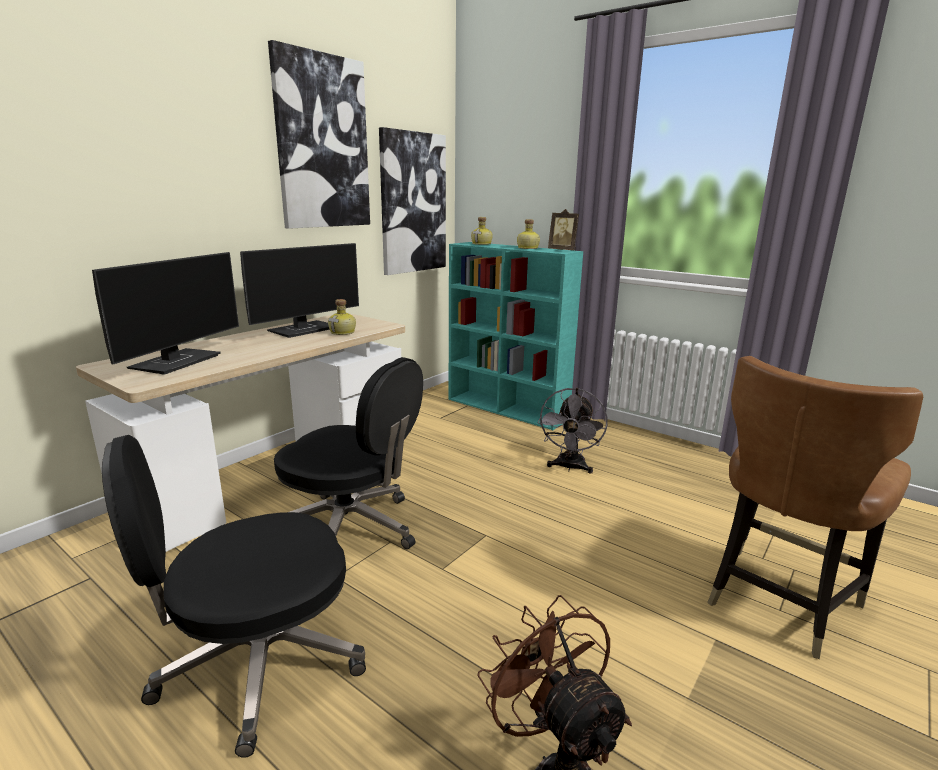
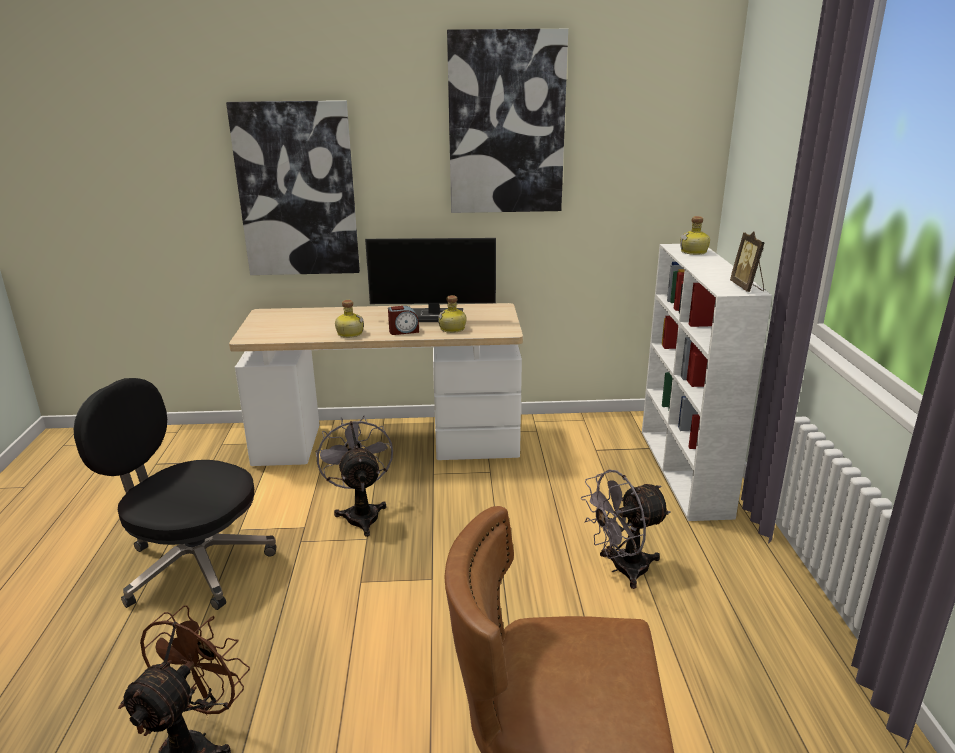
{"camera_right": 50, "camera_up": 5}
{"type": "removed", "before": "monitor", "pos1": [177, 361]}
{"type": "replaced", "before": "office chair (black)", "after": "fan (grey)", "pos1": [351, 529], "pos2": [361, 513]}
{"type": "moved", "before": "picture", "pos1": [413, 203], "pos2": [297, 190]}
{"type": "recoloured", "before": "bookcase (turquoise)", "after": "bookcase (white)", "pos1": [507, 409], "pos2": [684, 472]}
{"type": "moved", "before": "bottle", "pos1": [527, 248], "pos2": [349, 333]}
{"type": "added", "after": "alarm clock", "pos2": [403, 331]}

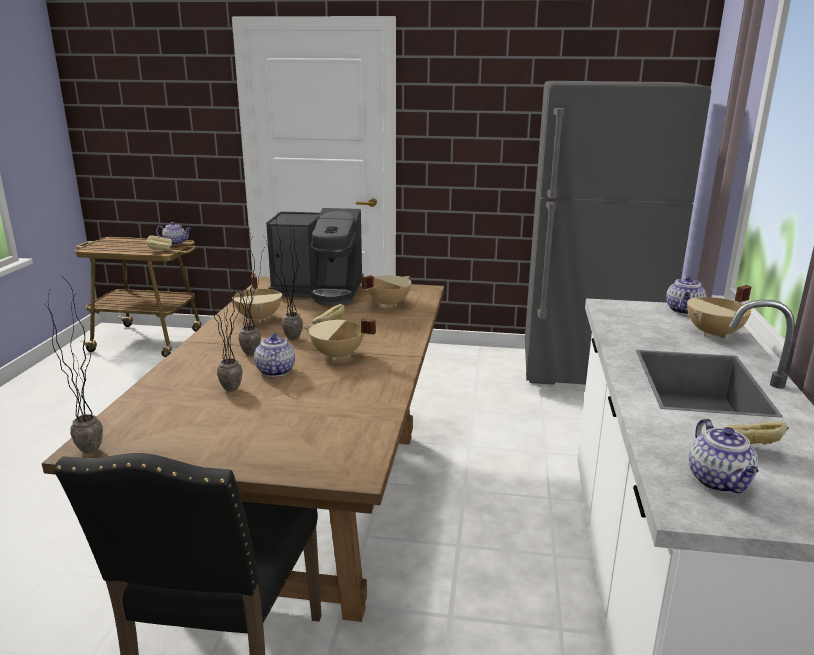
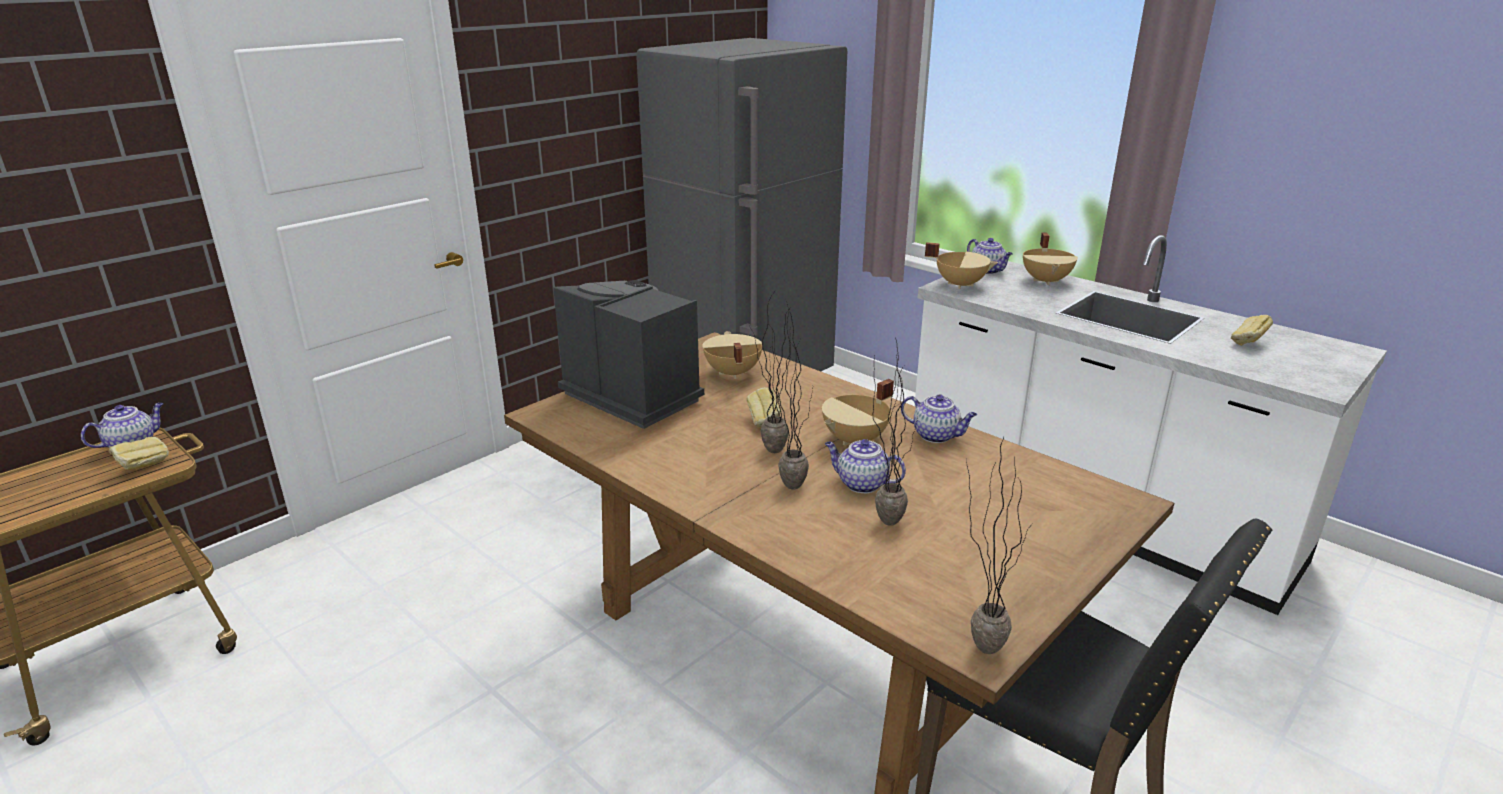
{"camera_right": -55, "camera_up": 5}
{"type": "moved", "before": "cooking pot (beige)", "pos1": [260, 318], "pos2": [960, 284]}
{"type": "turned", "before": "coffee machine", "pos1": [319, 291], "pos2": [632, 395], "turn": -90}
{"type": "moved", "before": "teapot", "pos1": [720, 482], "pos2": [936, 435]}

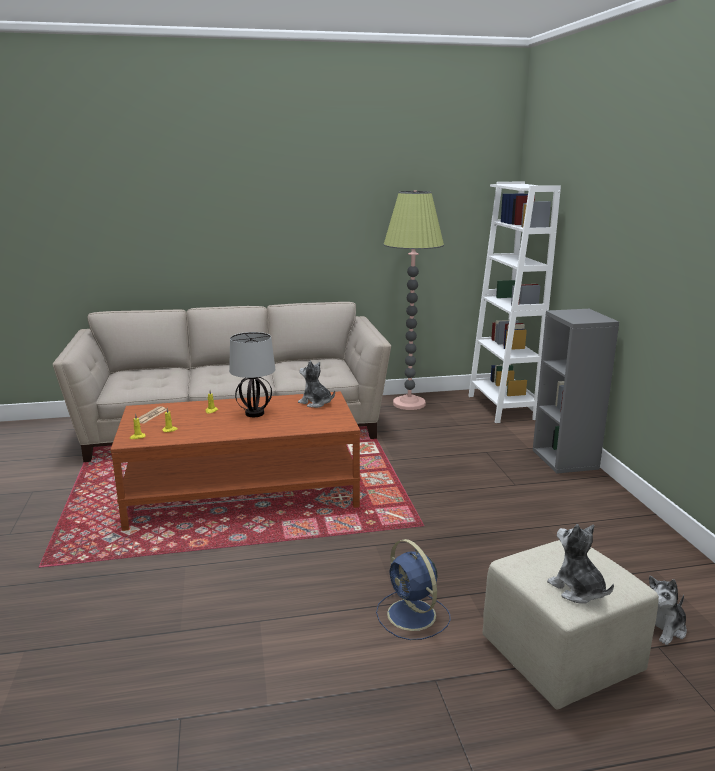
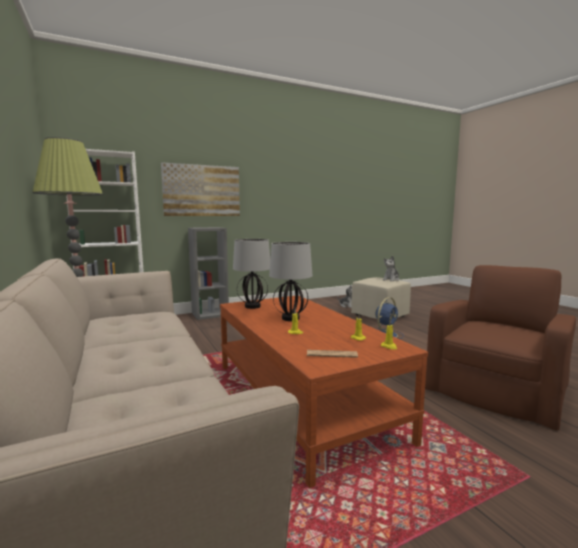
{"camera_right": -105, "camera_up": -10}
{"type": "replaced", "before": "plush toy", "after": "table lamp", "pos1": [316, 403], "pos2": [253, 306]}
{"type": "added", "after": "picture", "pos2": [202, 190]}
{"type": "added", "after": "armchair (brown)", "pos2": [496, 385]}

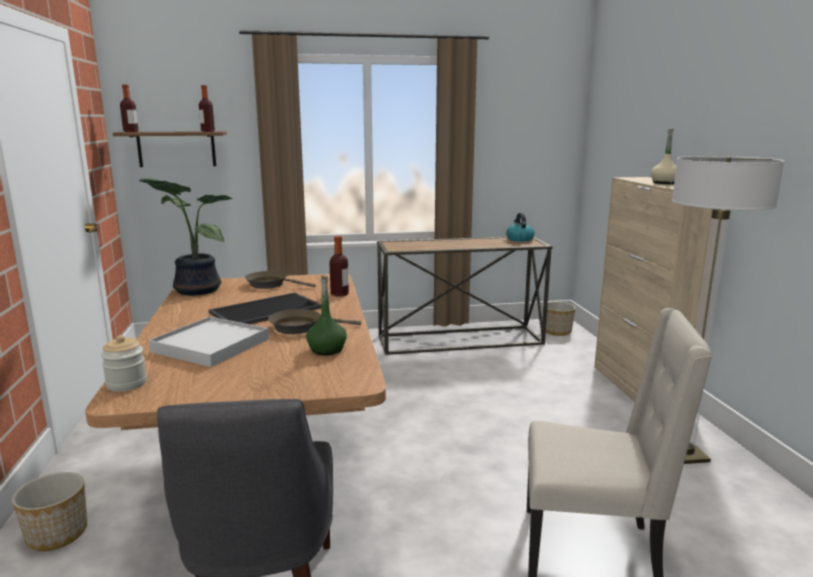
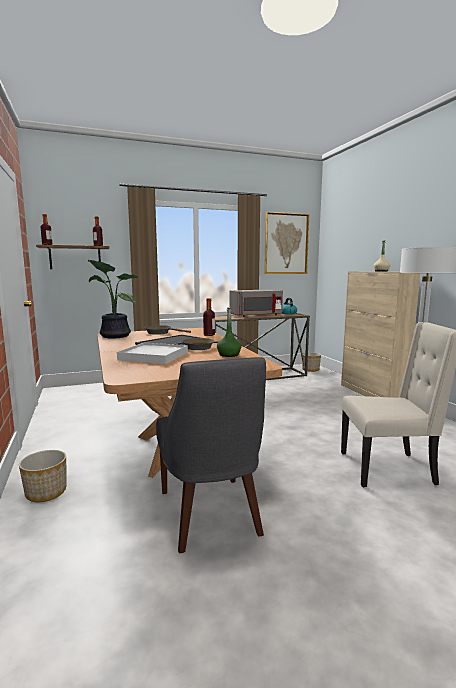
{"camera_right": -10, "camera_up": -5}
{"type": "removed", "before": "jar", "pos1": [126, 384]}
{"type": "added", "after": "microwave (grey)", "pos2": [257, 315]}
{"type": "added", "after": "picture", "pos2": [286, 244]}

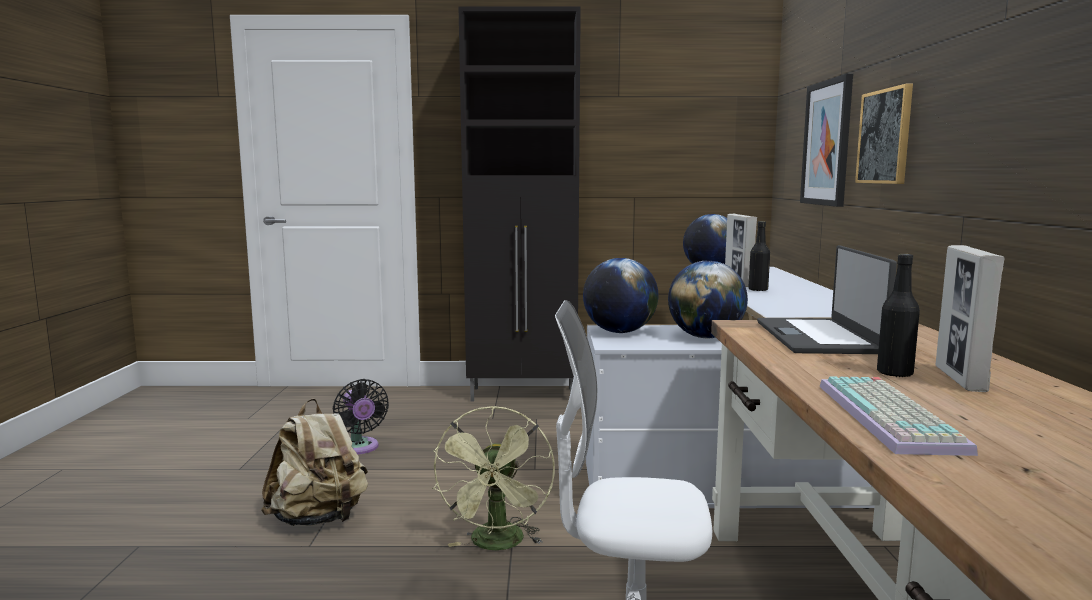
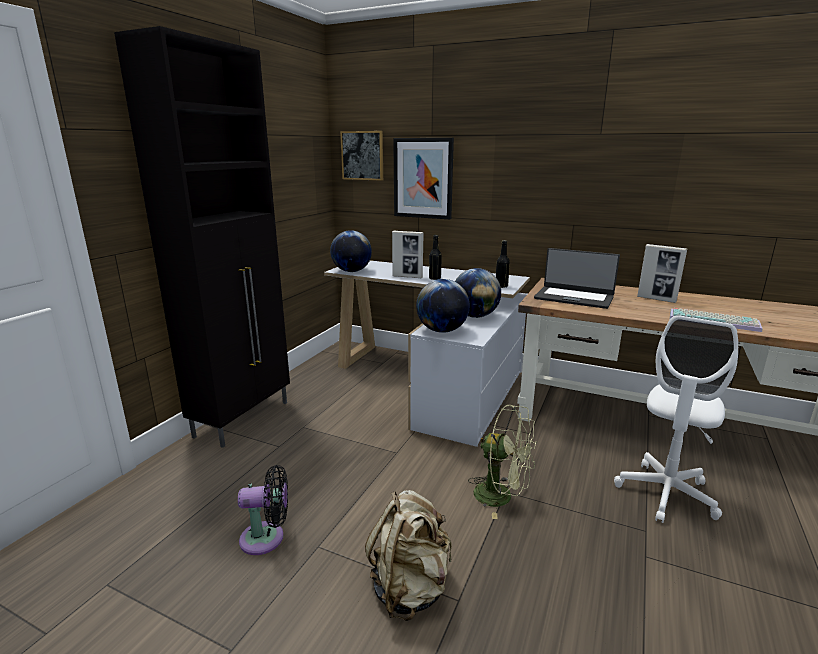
{"camera_right": -65, "camera_up": 10}
{"type": "moved", "before": "picture", "pos1": [885, 136], "pos2": [362, 155]}
{"type": "moved", "before": "bottle (black)", "pos1": [894, 373], "pos2": [501, 286]}

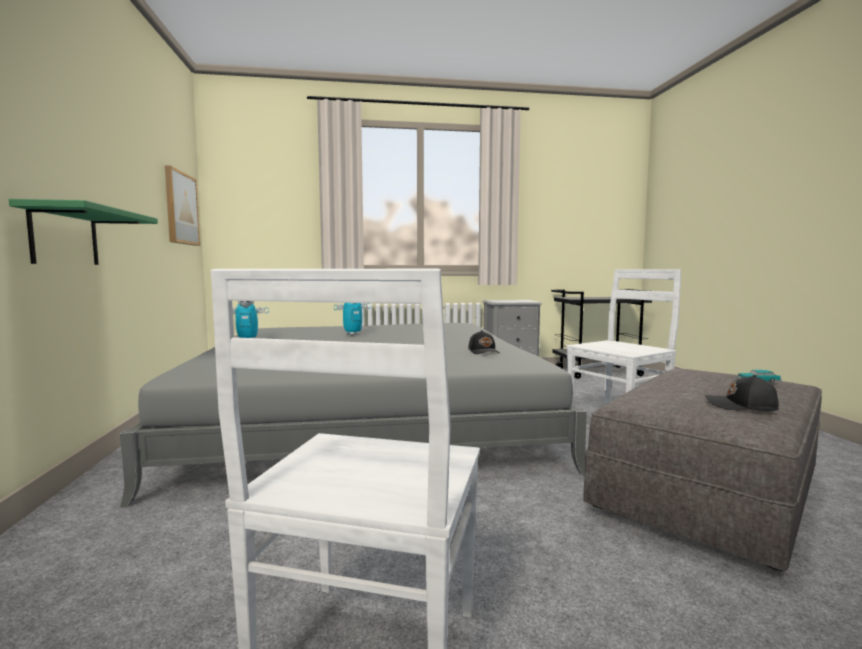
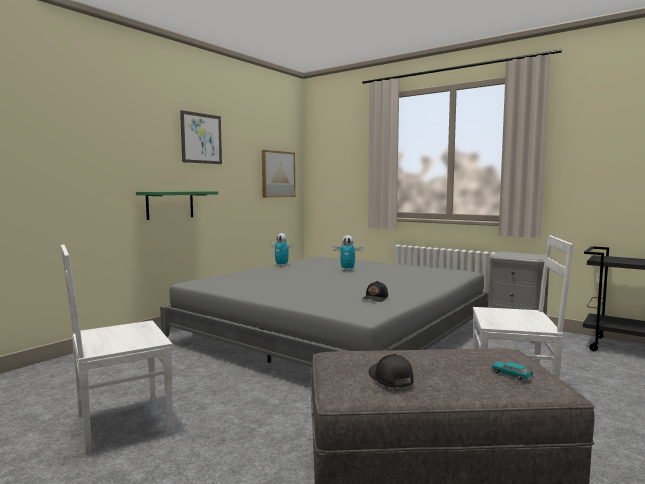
{"camera_right": 45, "camera_up": 0}
{"type": "added", "after": "picture", "pos2": [201, 138]}

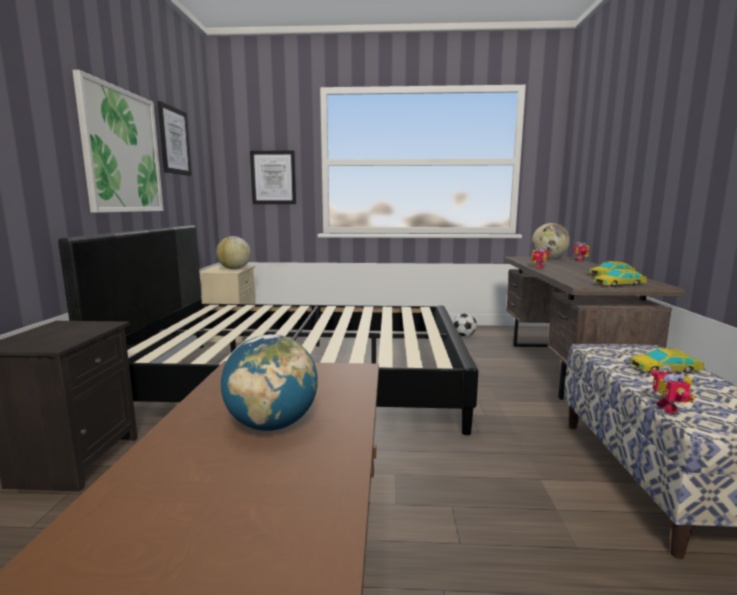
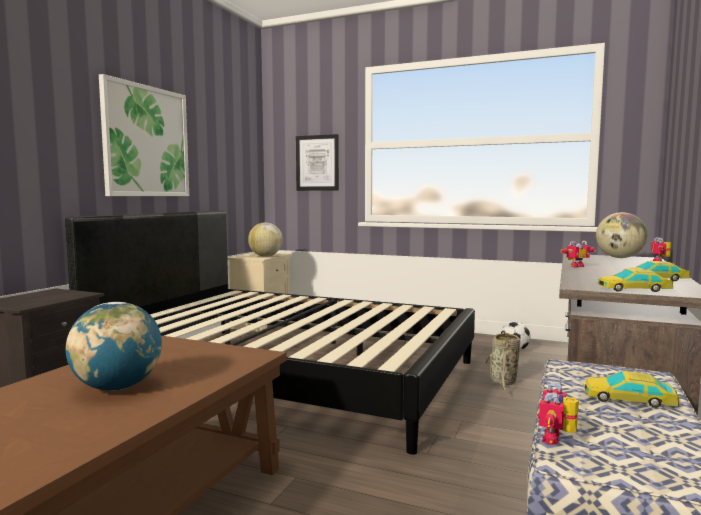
{"camera_right": 20, "camera_up": -5}
{"type": "removed", "before": "picture", "pos1": [174, 141]}
{"type": "added", "after": "basket", "pos2": [503, 383]}

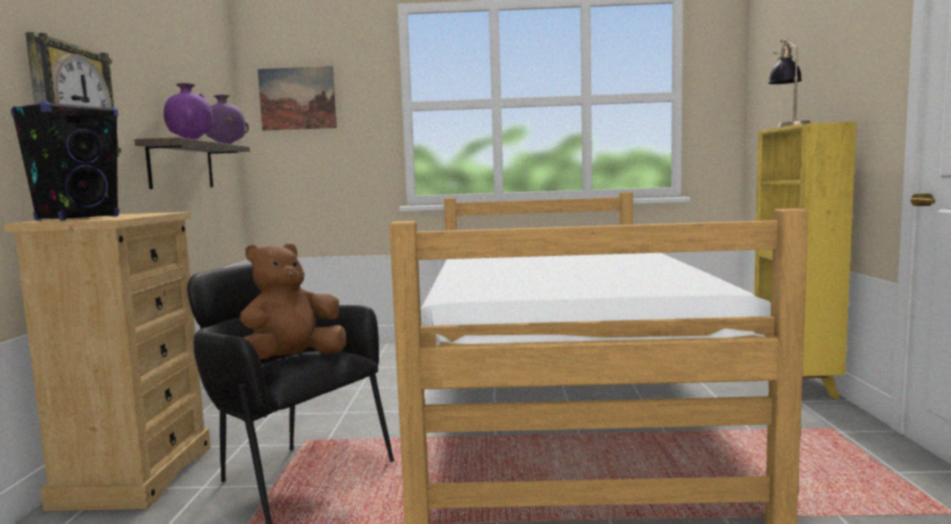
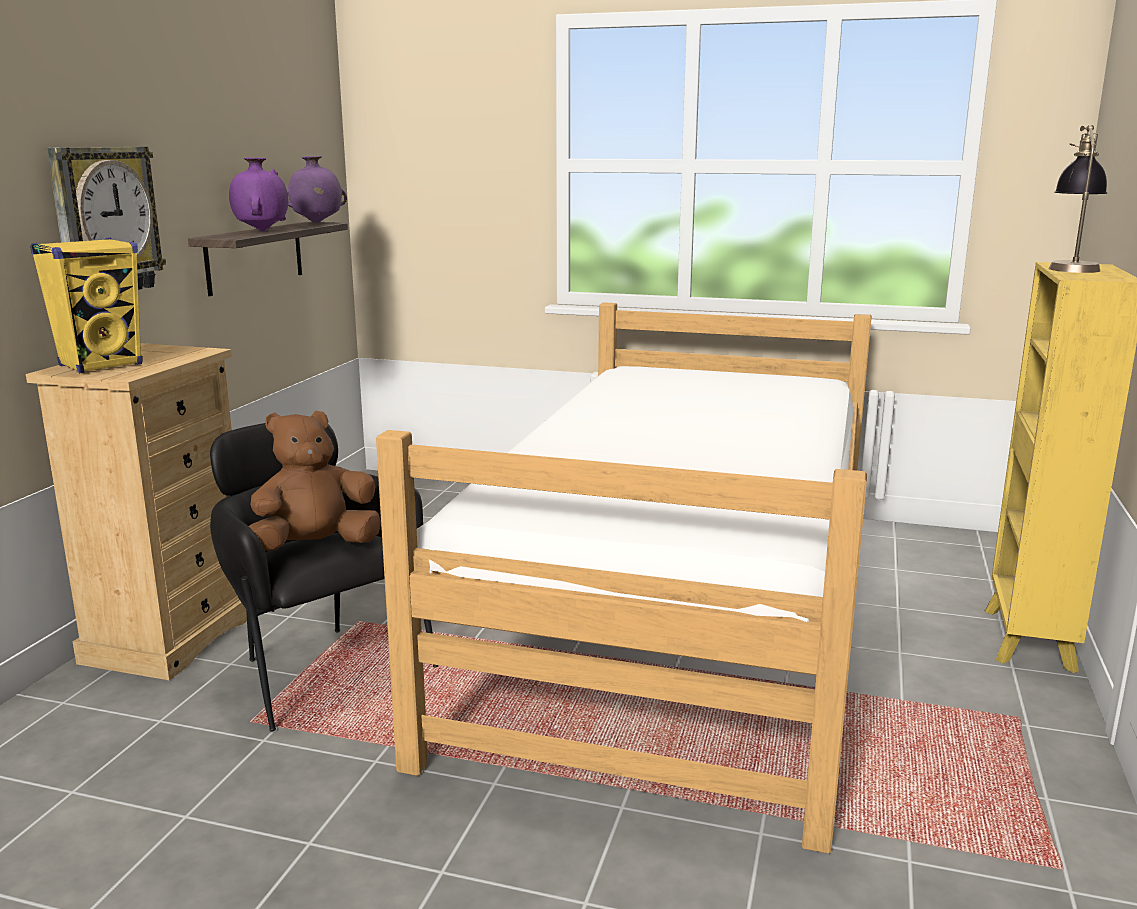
{"camera_right": 15, "camera_up": 10}
{"type": "recoloured", "before": "speaker (black)", "after": "speaker (yellow)", "pos1": [78, 218], "pos2": [101, 365]}
{"type": "removed", "before": "picture", "pos1": [297, 98]}

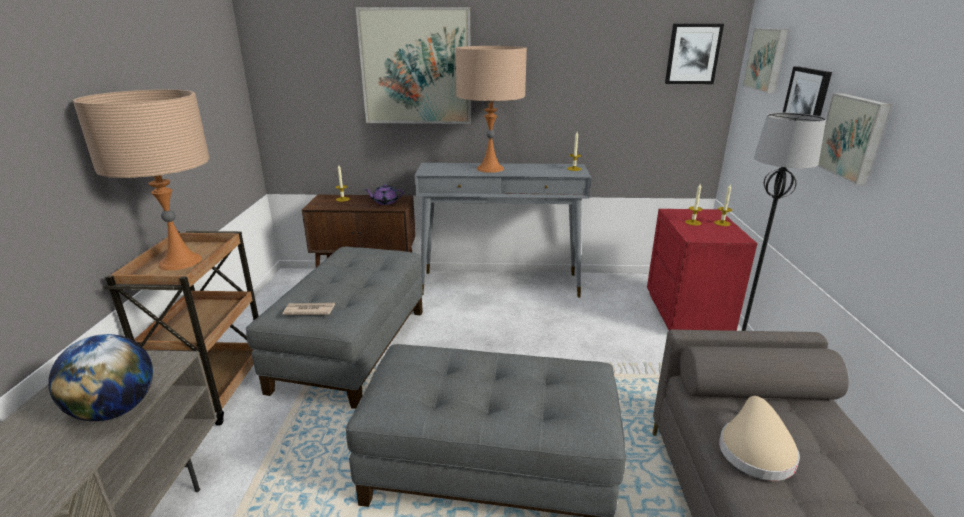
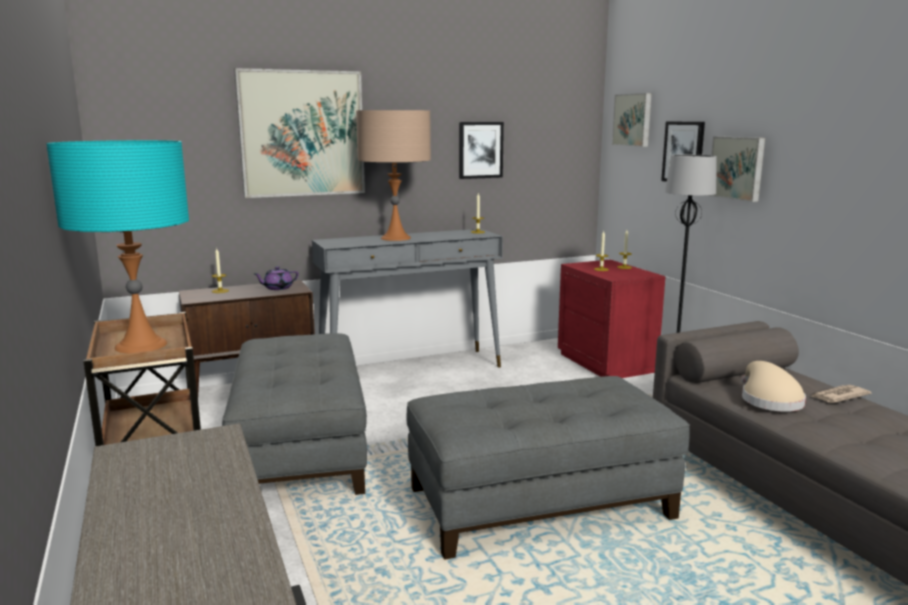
{"camera_right": -25, "camera_up": -10}
{"type": "removed", "before": "globe", "pos1": [115, 410]}
{"type": "recoloured", "before": "table lamp (beige)", "after": "table lamp (turquoise)", "pos1": [180, 261], "pos2": [141, 345]}
{"type": "moved", "before": "newspaper", "pos1": [309, 310], "pos2": [838, 396]}
{"type": "moved", "before": "picture", "pos1": [693, 54], "pos2": [480, 150]}

